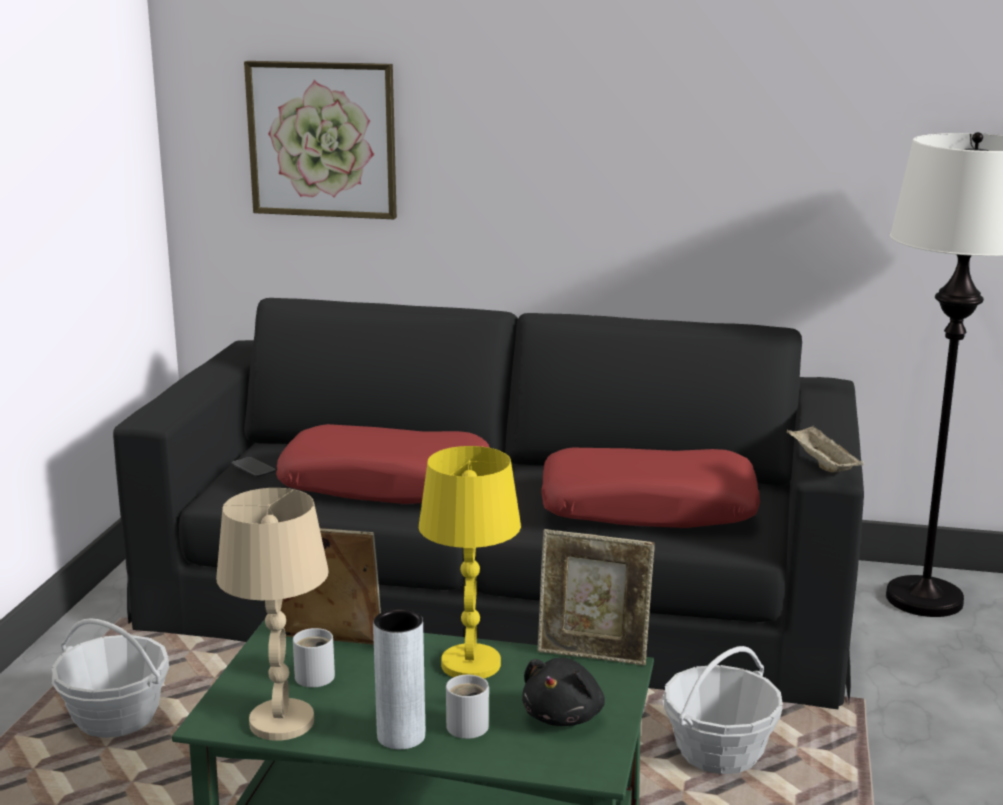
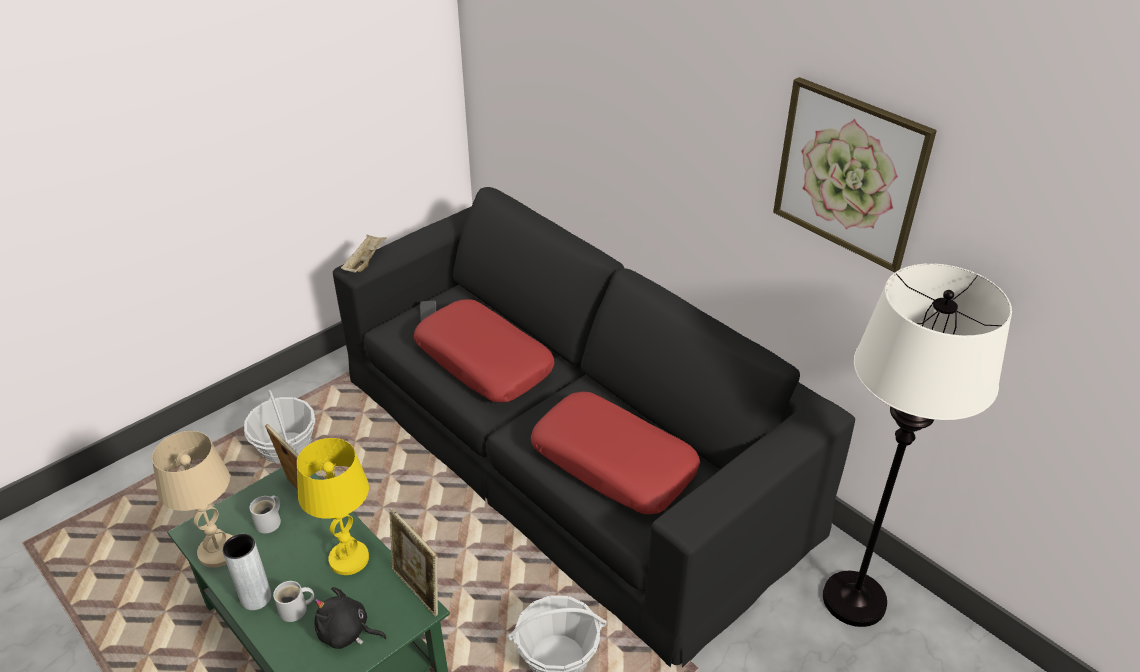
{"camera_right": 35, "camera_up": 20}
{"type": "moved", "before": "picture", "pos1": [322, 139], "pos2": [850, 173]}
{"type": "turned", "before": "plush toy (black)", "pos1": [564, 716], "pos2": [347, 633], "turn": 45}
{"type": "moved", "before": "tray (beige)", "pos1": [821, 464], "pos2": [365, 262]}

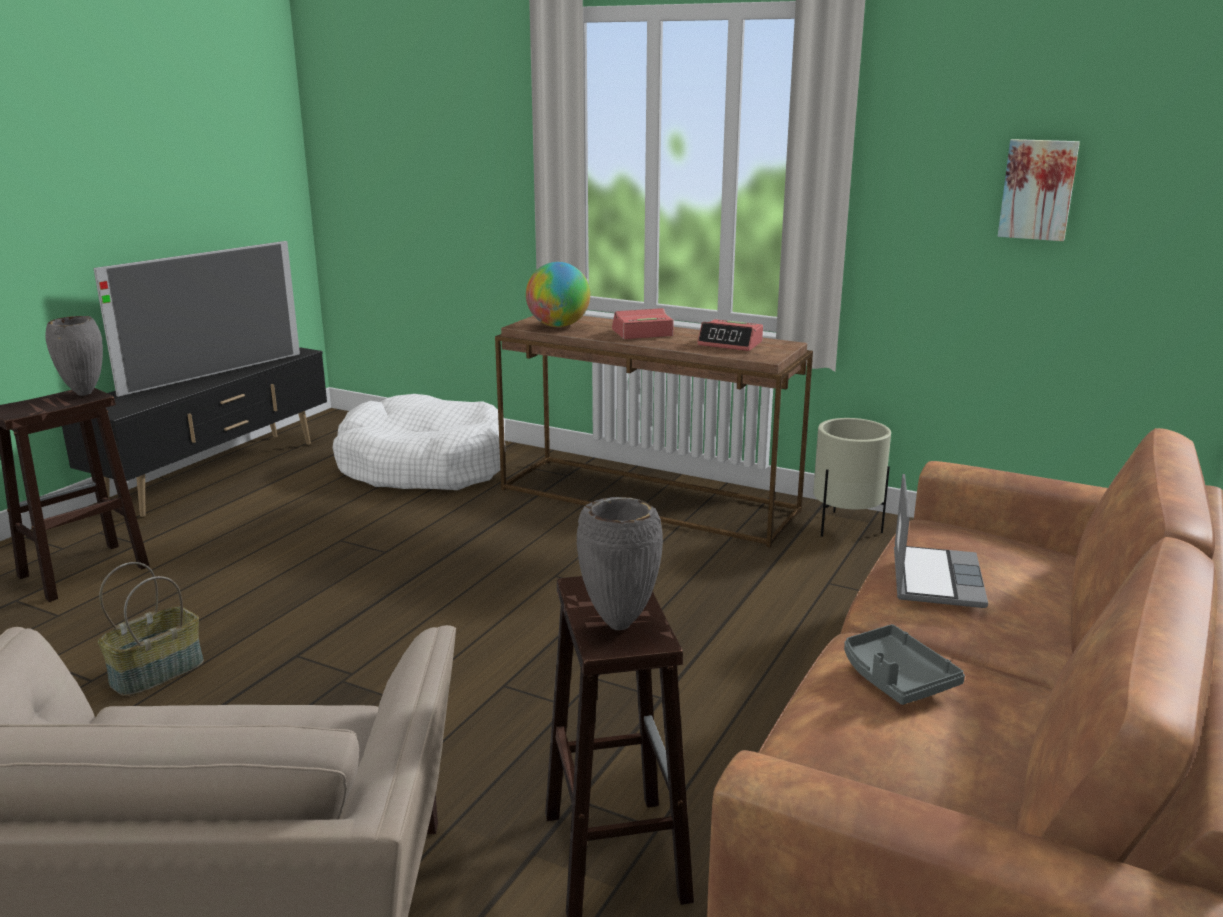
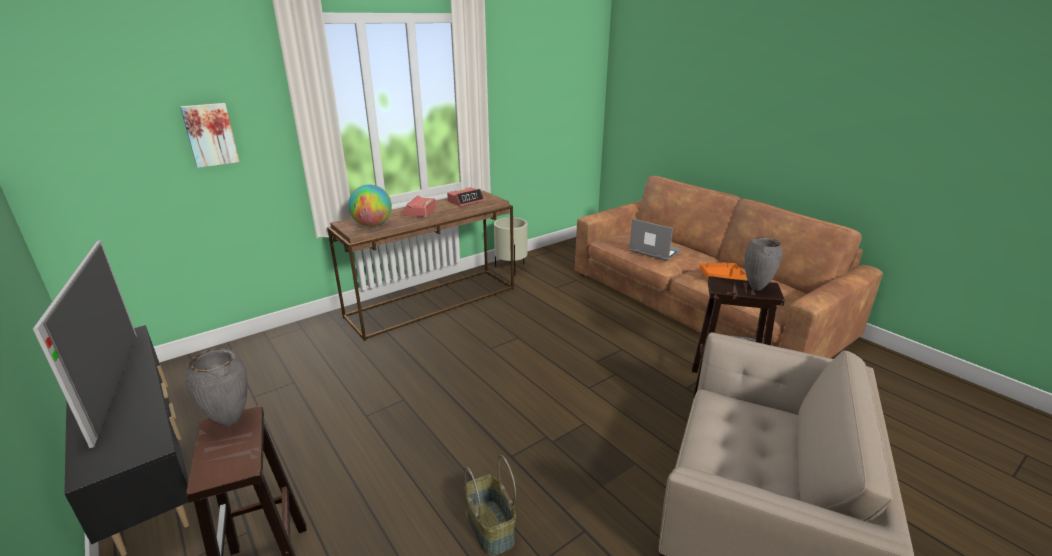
{"camera_right": -65, "camera_up": 5}
{"type": "removed", "before": "dog bed (white)", "pos1": [423, 466]}
{"type": "recoloured", "before": "tray (grey)", "after": "tray (orange)", "pos1": [895, 678], "pos2": [722, 277]}
{"type": "moved", "before": "picture", "pos1": [1038, 189], "pos2": [210, 134]}

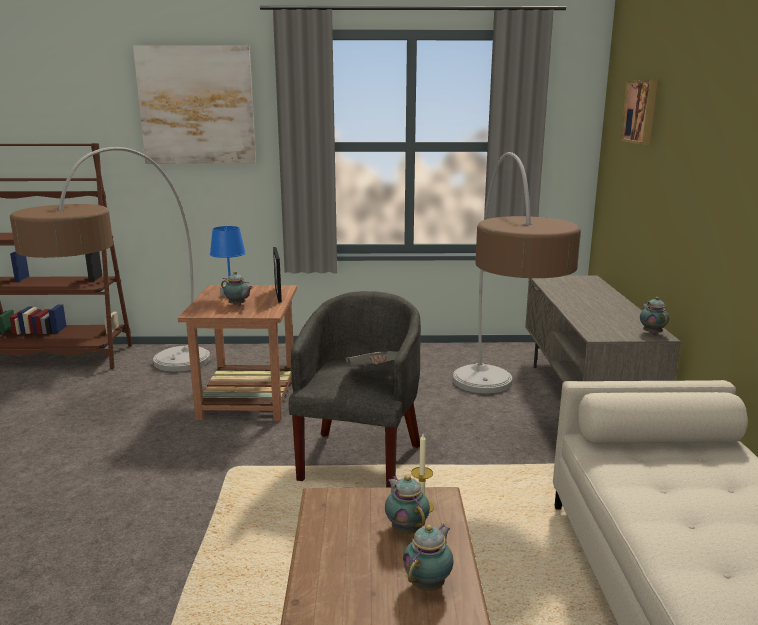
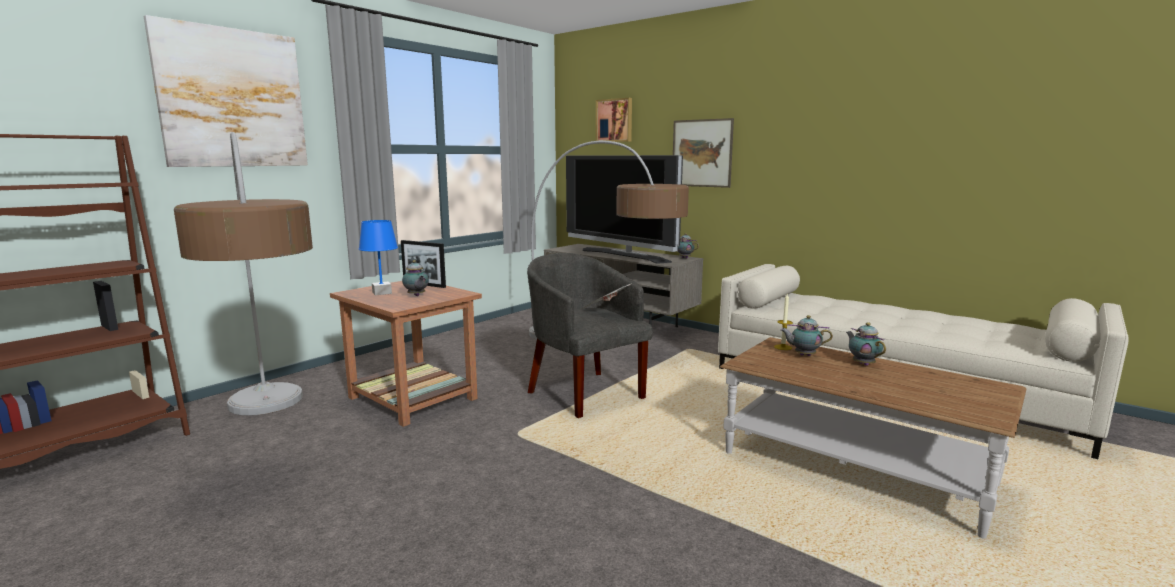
{"camera_right": -50, "camera_up": -5}
{"type": "turned", "before": "teapot", "pos1": [238, 305], "pos2": [416, 296], "turn": 75}
{"type": "added", "after": "television", "pos2": [624, 255]}
{"type": "added", "after": "picture", "pos2": [702, 153]}

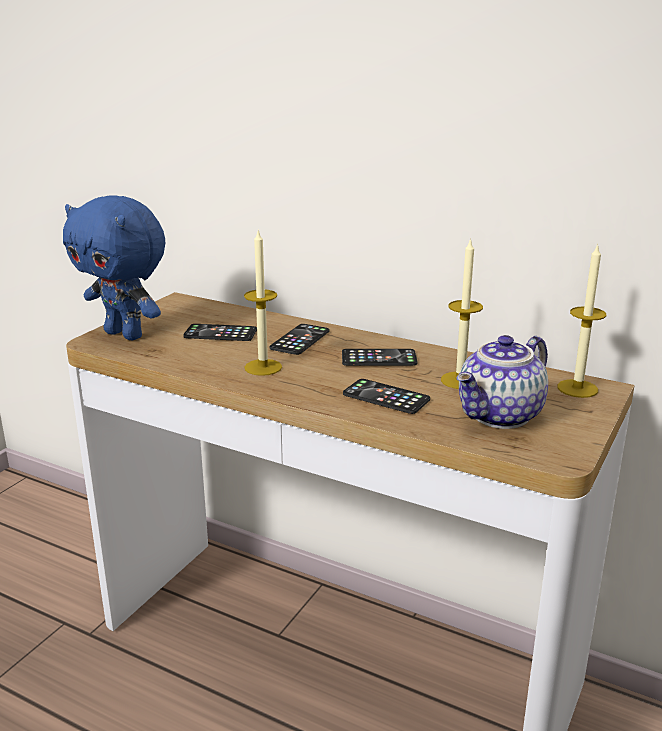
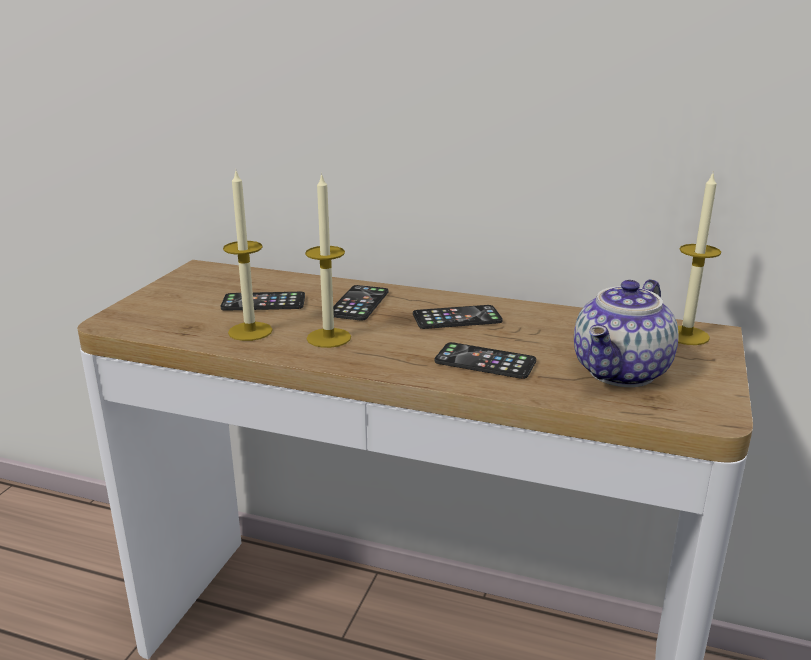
{"camera_right": -10, "camera_up": 0}
{"type": "removed", "before": "plush toy (blue)", "pos1": [126, 334]}
{"type": "moved", "before": "candle", "pos1": [460, 380], "pos2": [250, 331]}

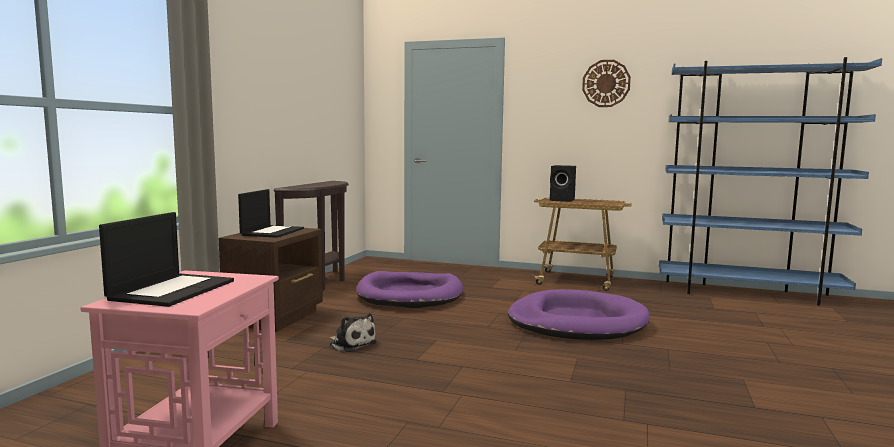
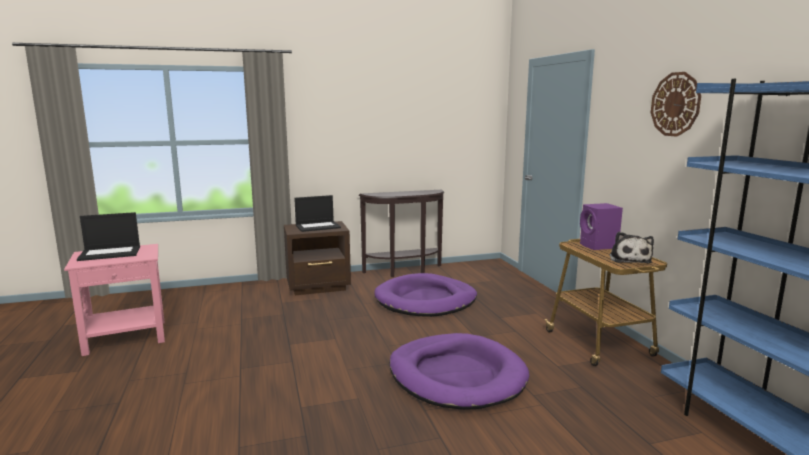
{"camera_right": 55, "camera_up": 5}
{"type": "moved", "before": "plush toy", "pos1": [351, 344], "pos2": [629, 259]}
{"type": "recoloured", "before": "speaker (black)", "after": "speaker (purple)", "pos1": [563, 200], "pos2": [599, 246]}

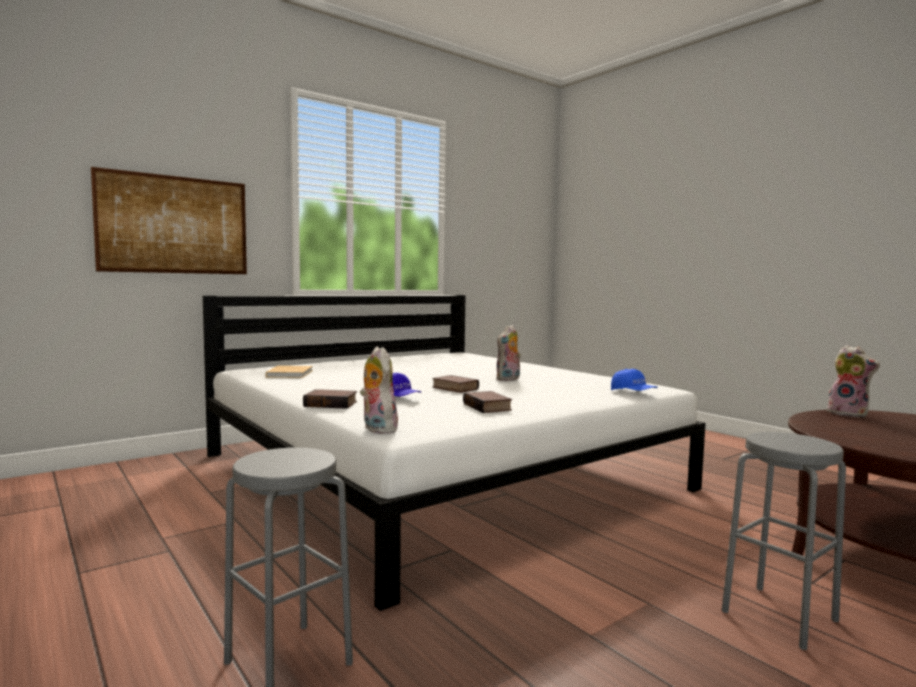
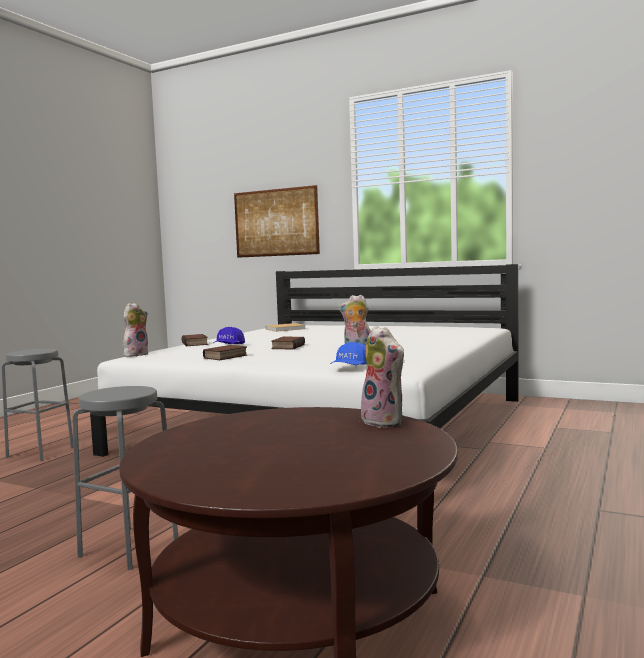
{"camera_right": 65, "camera_up": 0}
{"type": "turned", "before": "plush toy", "pos1": [849, 414], "pos2": [386, 422], "turn": -60}

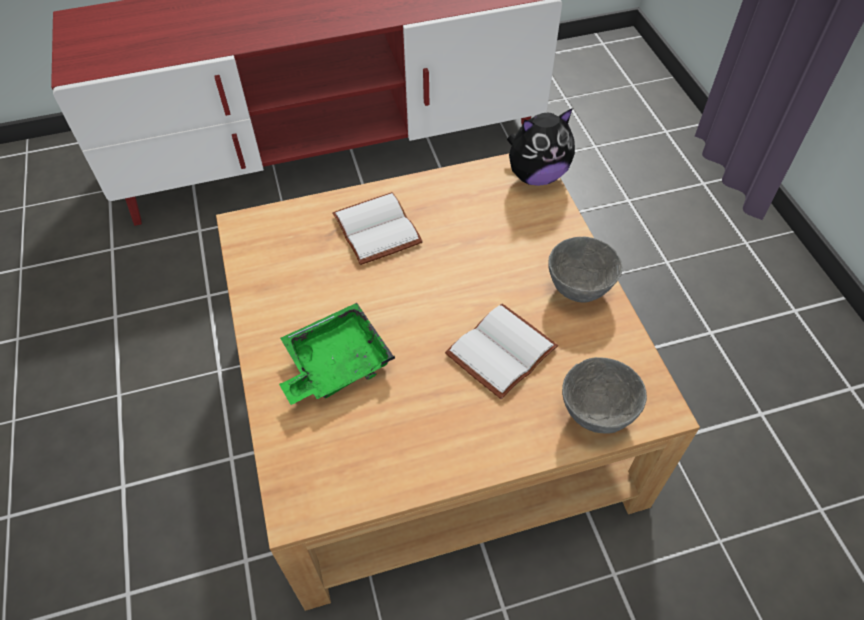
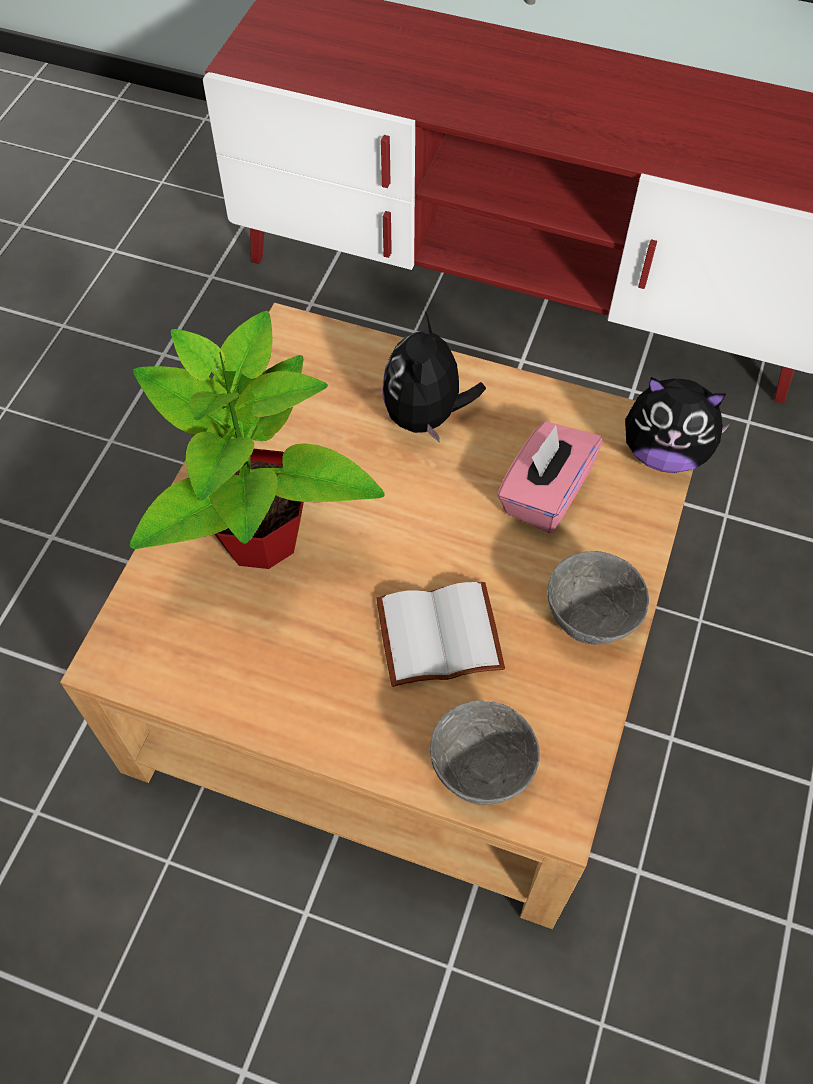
{"camera_right": 35, "camera_up": 5}
{"type": "replaced", "before": "tray (green)", "after": "potted plant", "pos1": [335, 363], "pos2": [261, 538]}
{"type": "replaced", "before": "book (white)", "after": "plush toy", "pos1": [379, 229], "pos2": [426, 416]}
{"type": "added", "after": "tissue box (pink)", "pos2": [544, 494]}

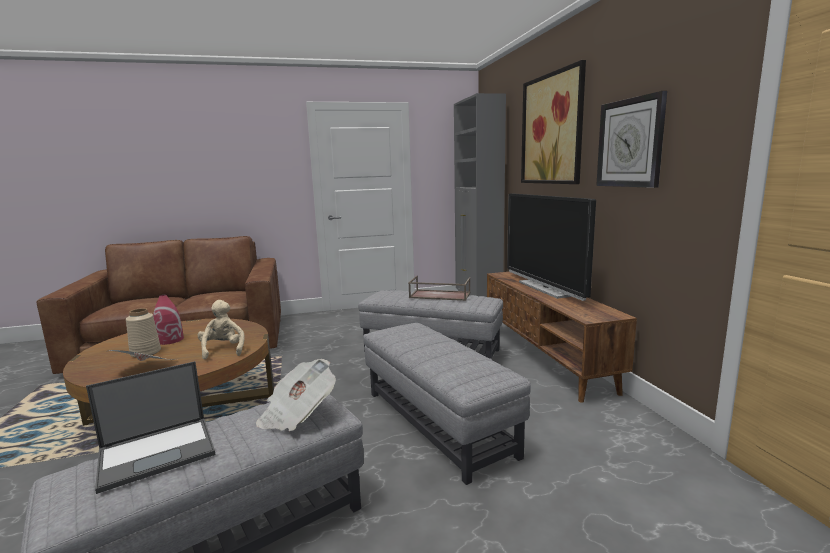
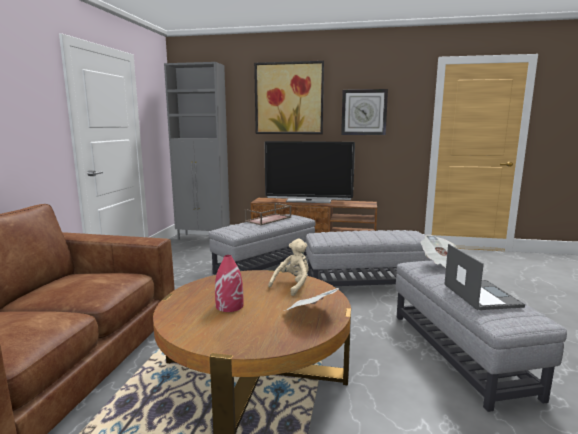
{"camera_right": -65, "camera_up": 0}
{"type": "removed", "before": "vase (beige)", "pos1": [146, 353]}
{"type": "turned", "before": "plush toy (beige)", "pos1": [223, 350], "pos2": [292, 285], "turn": 120}

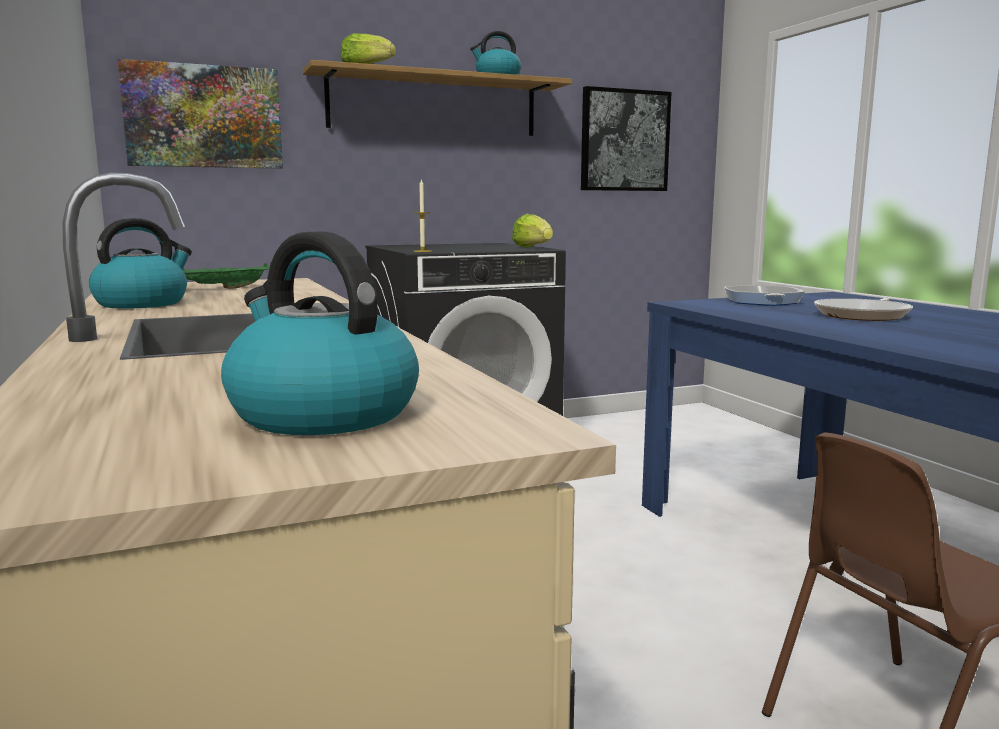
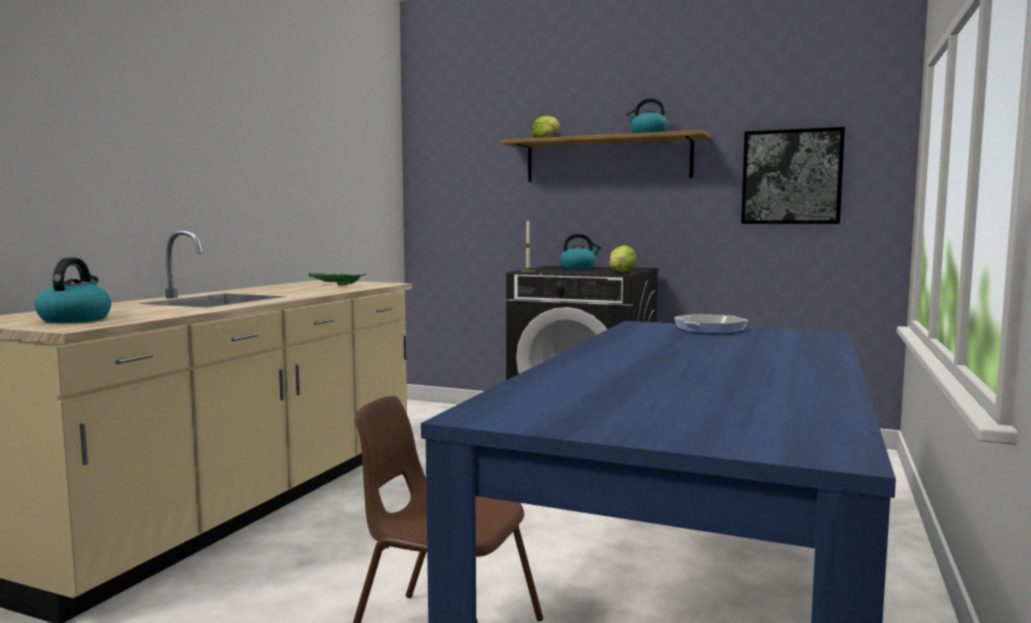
{"camera_right": 45, "camera_up": -5}
{"type": "moved", "before": "kettle", "pos1": [143, 303], "pos2": [578, 268]}
{"type": "removed", "before": "picture", "pos1": [203, 117]}
{"type": "removed", "before": "frying pan", "pos1": [863, 315]}

